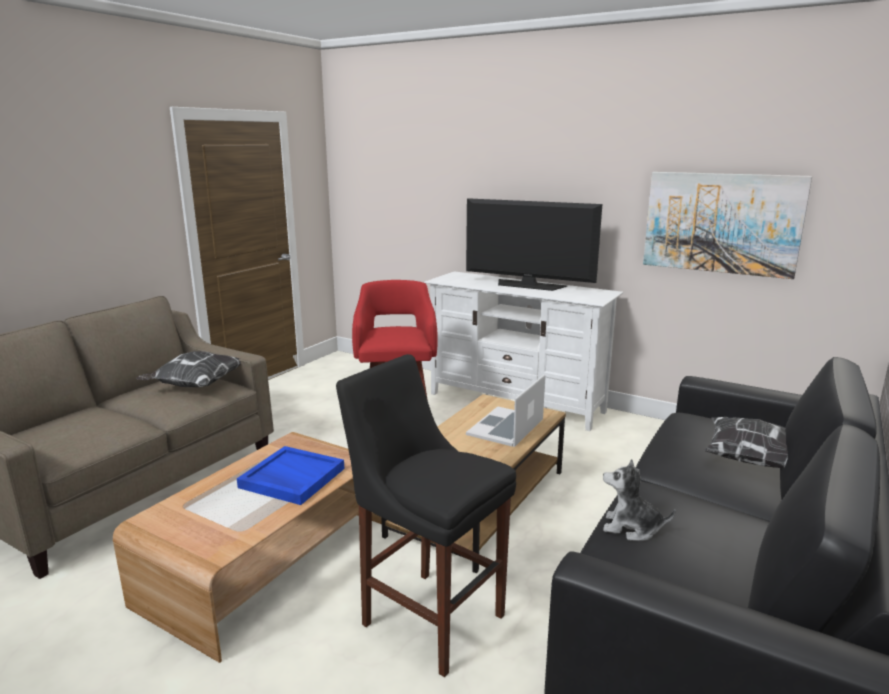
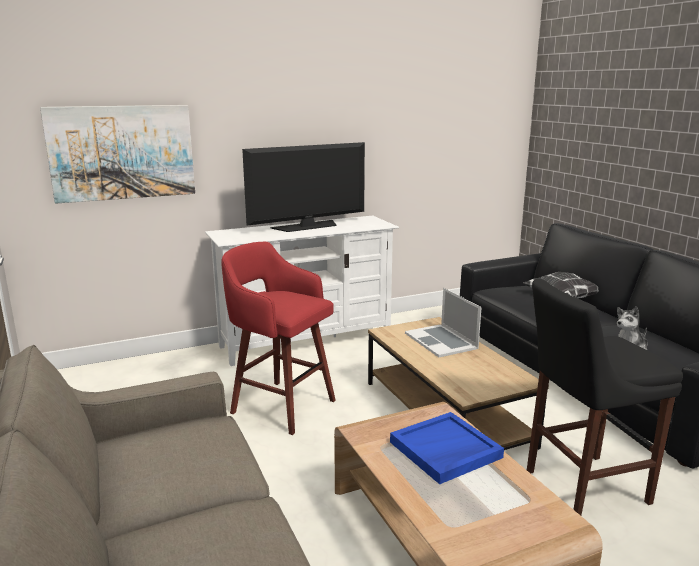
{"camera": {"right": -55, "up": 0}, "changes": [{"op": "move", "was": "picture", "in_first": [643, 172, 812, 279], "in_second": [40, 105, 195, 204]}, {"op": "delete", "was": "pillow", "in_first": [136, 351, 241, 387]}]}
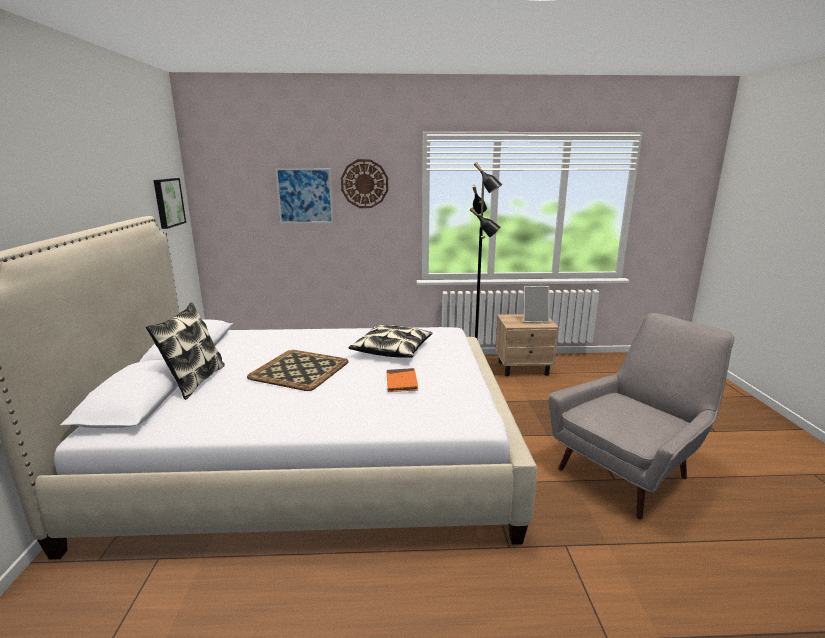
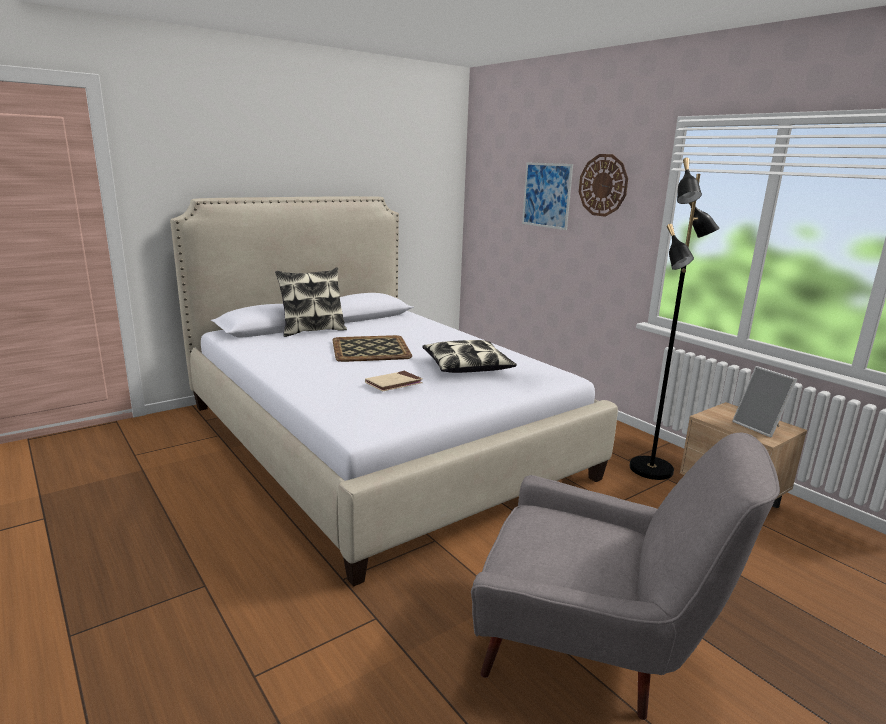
{"camera": {"right": 55, "up": 0}, "changes": [{"op": "delete", "was": "picture", "in_first": [154, 178, 186, 229]}, {"op": "recolor", "was": "orange book", "now": "beige book", "in_first": [387, 368, 418, 392], "in_second": [365, 371, 423, 391]}]}
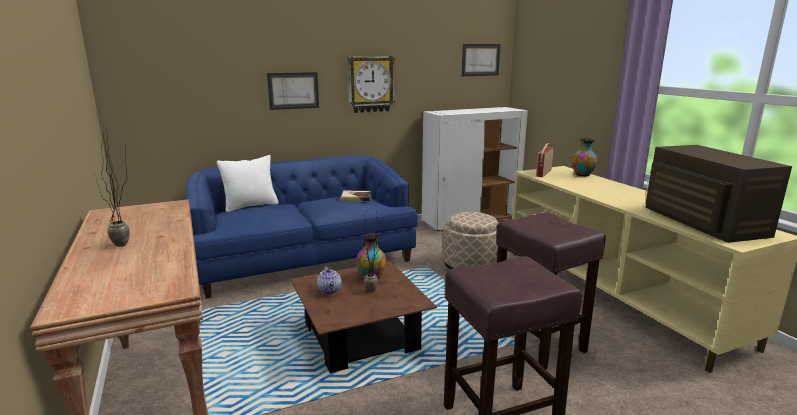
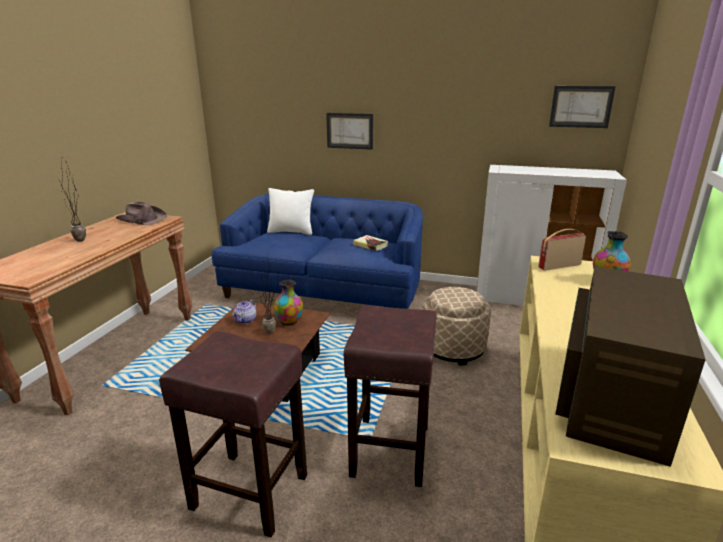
{"camera": {"right": 40, "up": 5}, "changes": [{"op": "delete", "was": "wall clock", "in_first": [347, 56, 395, 113]}, {"op": "insert", "now": "brown hat", "in_second": [116, 201, 167, 225]}]}
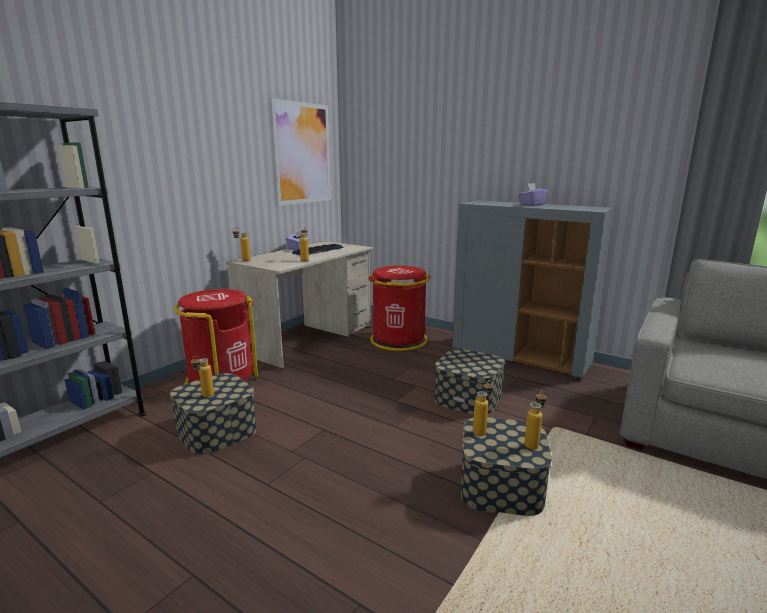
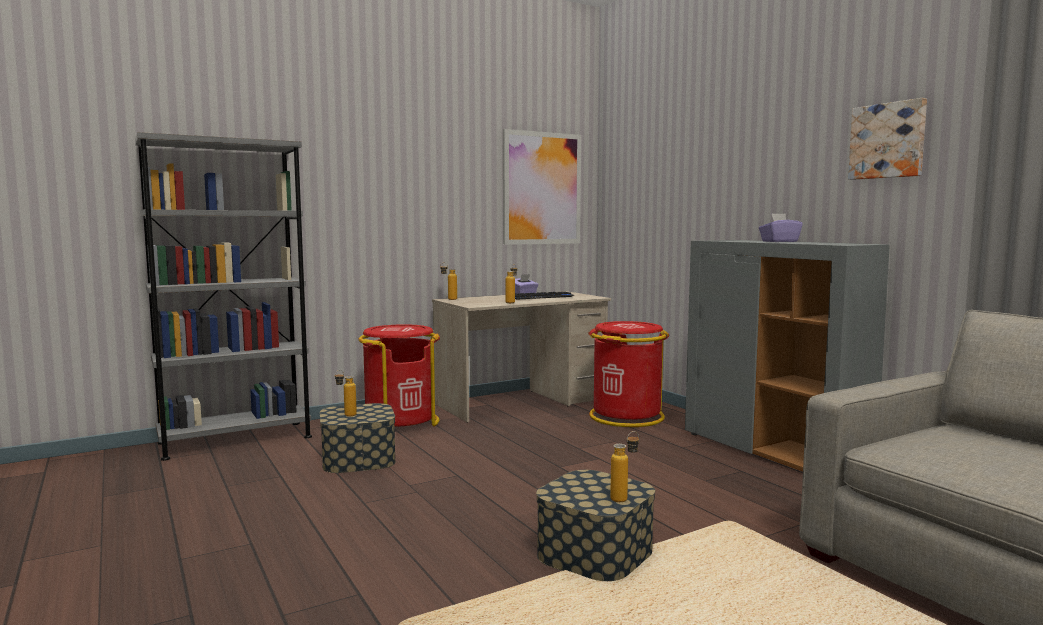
{"camera": {"right": 25, "up": -10}, "changes": [{"op": "delete", "was": "storage box", "in_first": [435, 349, 505, 415]}, {"op": "delete", "was": "bottle", "in_first": [473, 380, 493, 436]}, {"op": "insert", "now": "picture", "in_second": [848, 98, 927, 180]}]}
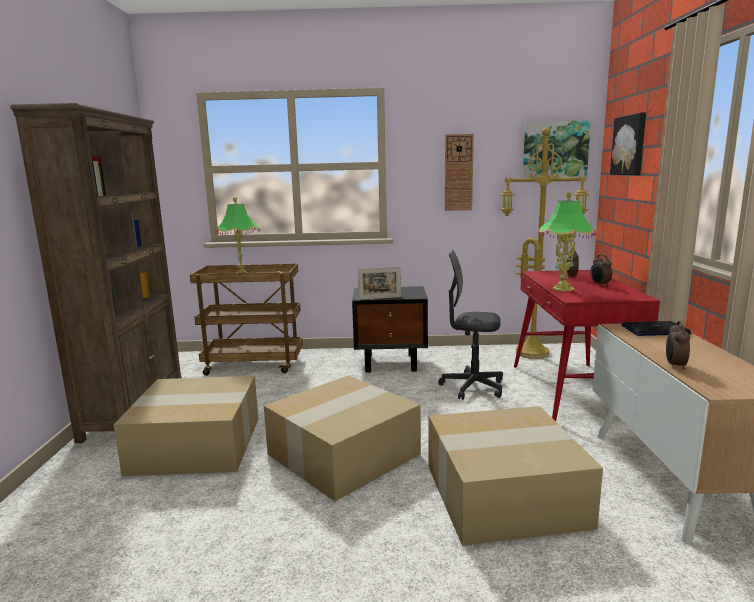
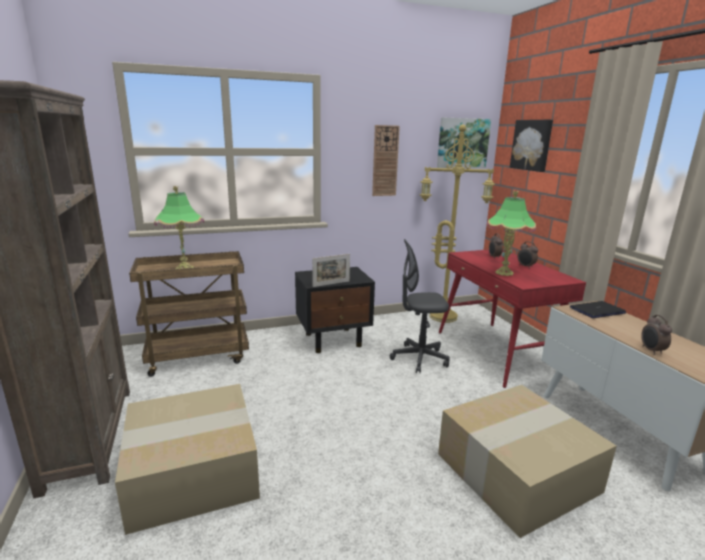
{"camera": {"right": -20, "up": 5}, "changes": [{"op": "delete", "was": "cardboard box", "in_first": [264, 375, 421, 501]}]}
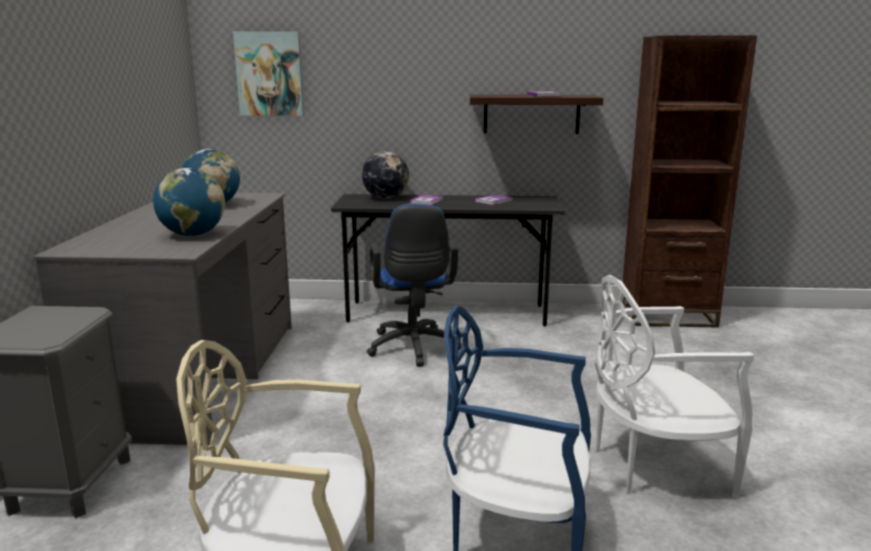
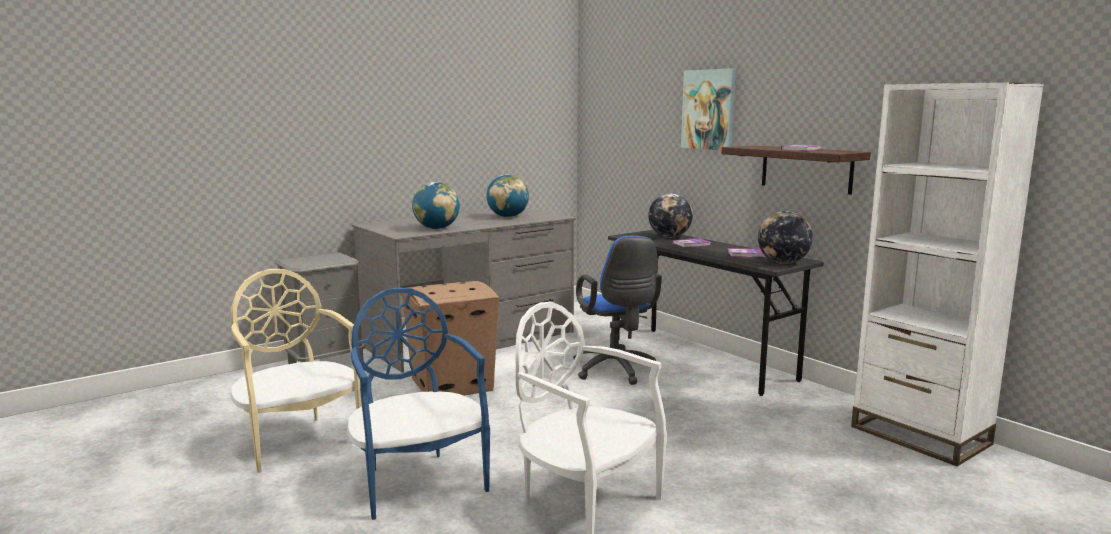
{"camera": {"right": 50, "up": -5}, "changes": [{"op": "move", "was": "picture", "in_first": [233, 32, 304, 116], "in_second": [681, 68, 736, 150]}, {"op": "recolor", "was": "brown bookcase", "now": "white bookcase", "in_first": [623, 36, 757, 328], "in_second": [851, 82, 1044, 466]}, {"op": "rotate", "was": "blue office chair", "in_first": [367, 203, 462, 367], "in_second": [573, 235, 662, 385], "clockwise": -60}, {"op": "insert", "now": "globe", "in_second": [758, 211, 813, 264]}, {"op": "insert", "now": "cardboard box", "in_second": [402, 281, 499, 396]}]}
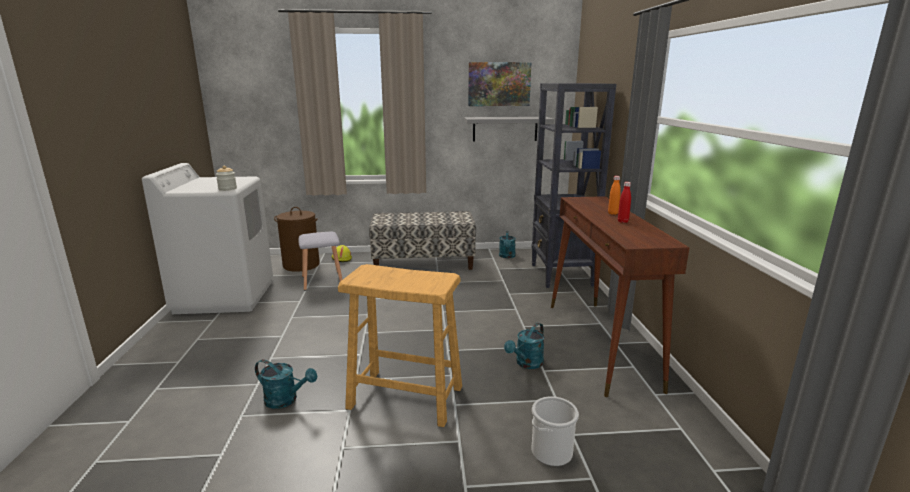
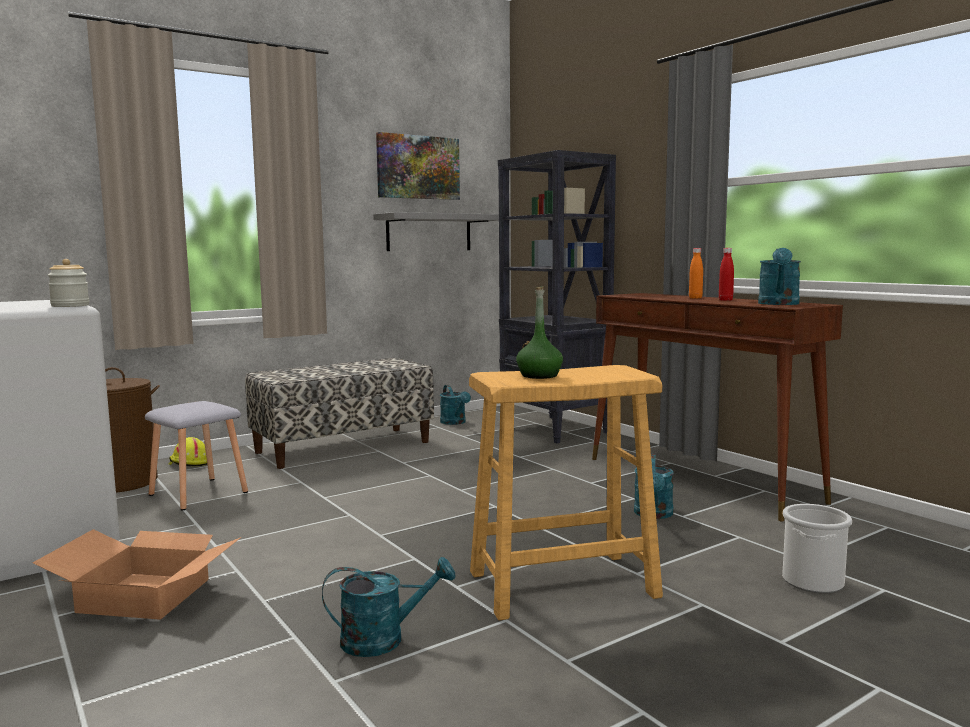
{"camera": {"right": -30, "up": -10}, "changes": [{"op": "insert", "now": "turquoise watering can", "in_second": [758, 248, 801, 305]}, {"op": "insert", "now": "green bottle", "in_second": [516, 287, 563, 379]}, {"op": "insert", "now": "cardboard box", "in_second": [32, 529, 241, 620]}]}
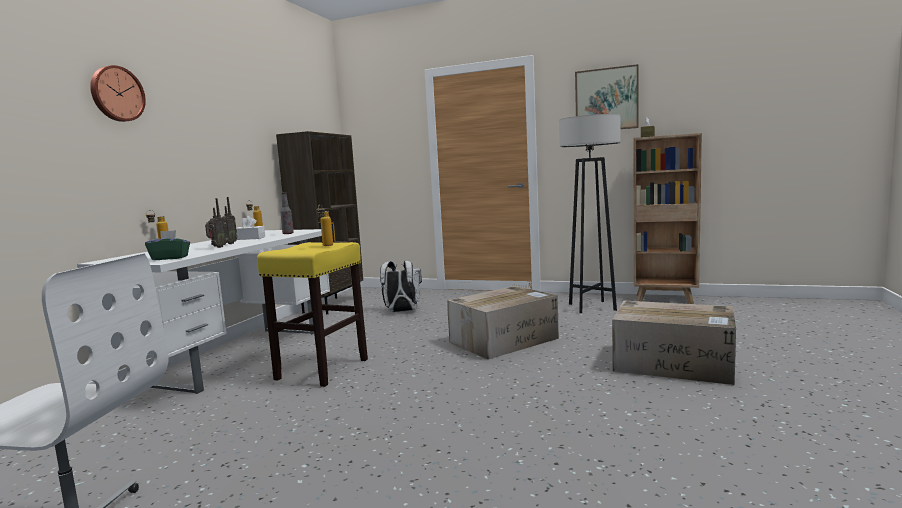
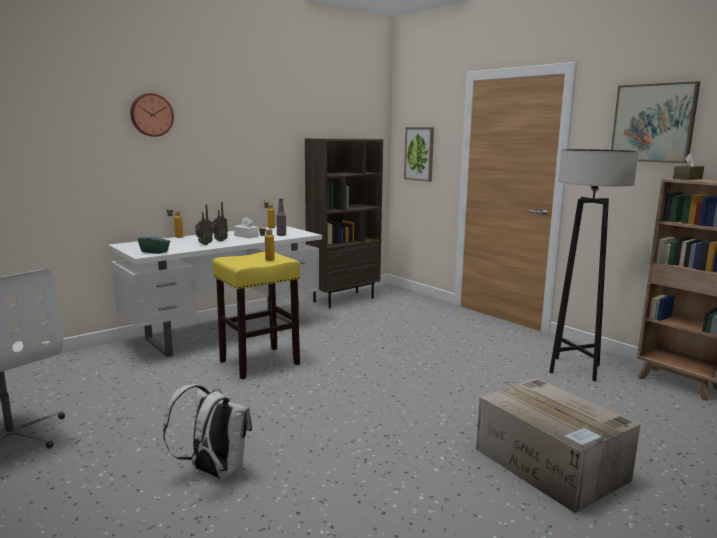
{"camera": {"right": 30, "up": 5}, "changes": [{"op": "move", "was": "white backpack", "in_first": [380, 261, 422, 312], "in_second": [163, 384, 252, 479]}, {"op": "delete", "was": "cardboard box", "in_first": [447, 286, 559, 360]}, {"op": "insert", "now": "picture", "in_second": [404, 127, 434, 182]}]}
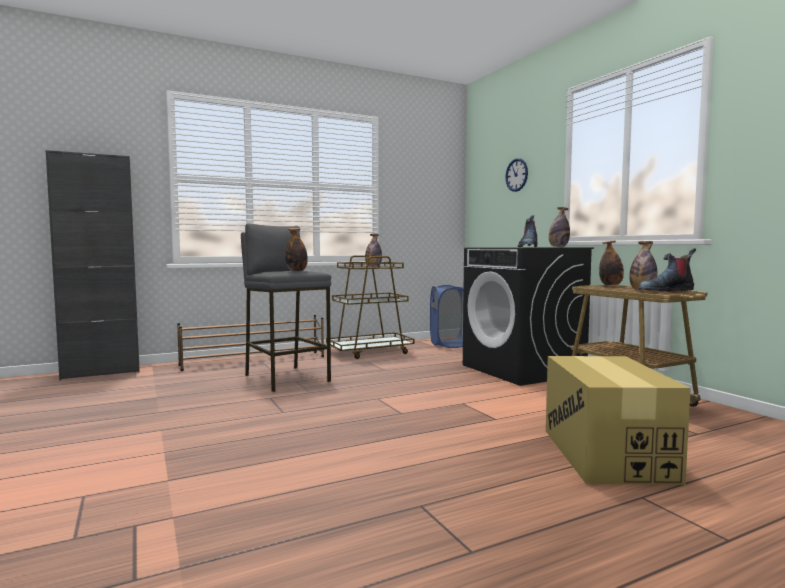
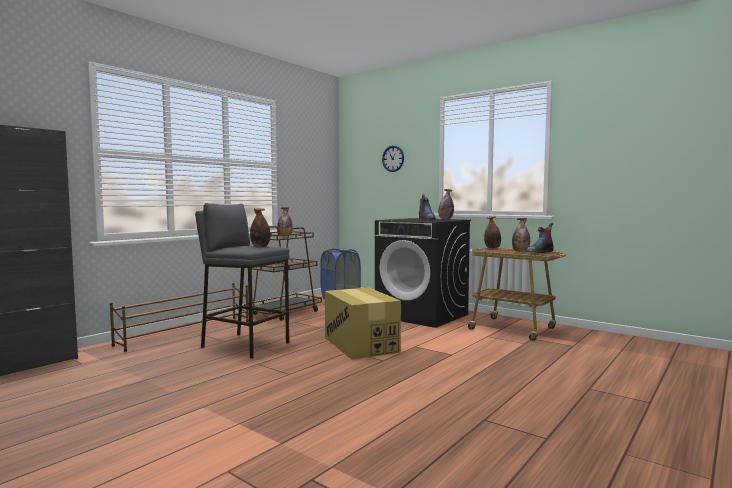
{"camera": {"right": -25, "up": 0}, "changes": [{"op": "move", "was": "cardboard box", "in_first": [546, 356, 691, 485], "in_second": [325, 288, 401, 360]}]}
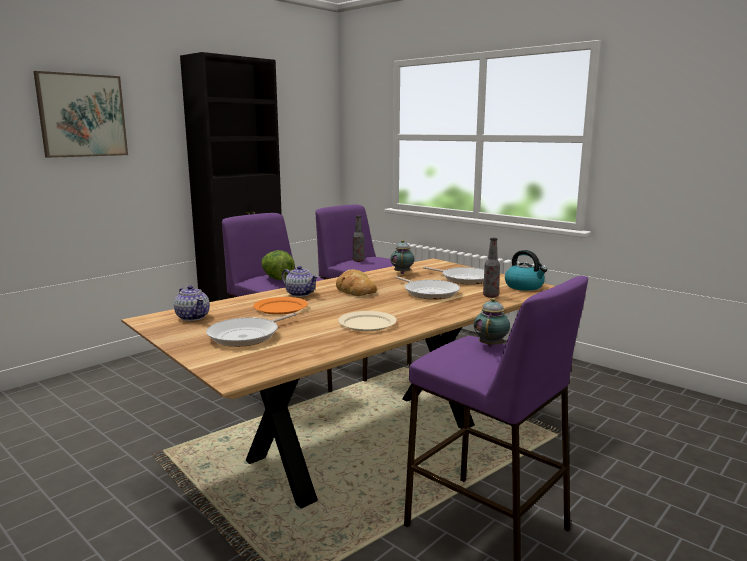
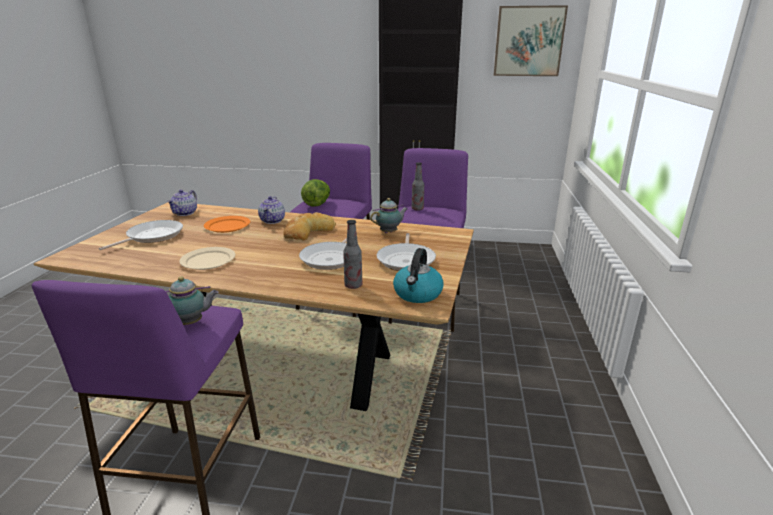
{"camera": {"right": 55, "up": 10}, "changes": [{"op": "move", "was": "picture", "in_first": [33, 71, 128, 158], "in_second": [494, 5, 568, 76]}, {"op": "rotate", "was": "frying pan", "in_first": [206, 312, 298, 347], "in_second": [99, 220, 183, 250], "clockwise": 120}]}
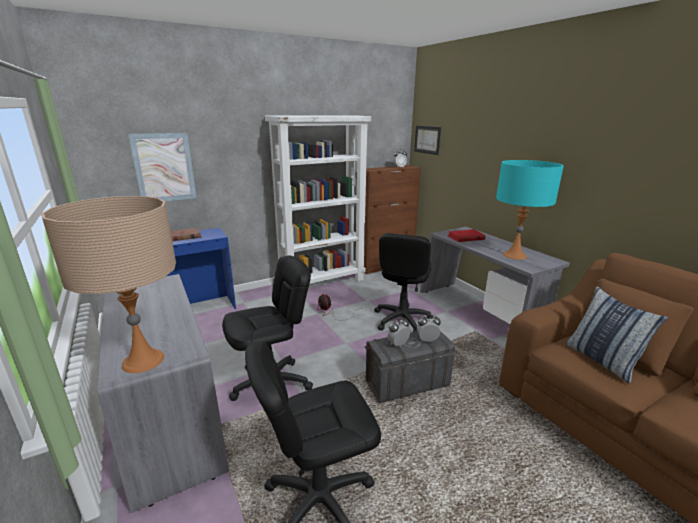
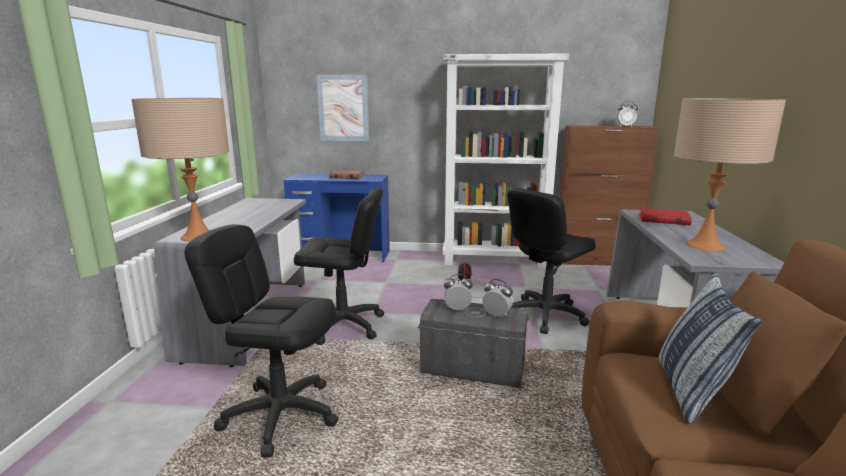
{"camera": {"right": 35, "up": -5}, "changes": [{"op": "delete", "was": "picture", "in_first": [414, 126, 441, 155]}, {"op": "recolor", "was": "turquoise table lamp", "now": "beige table lamp", "in_first": [496, 160, 564, 260], "in_second": [674, 98, 786, 251]}]}
